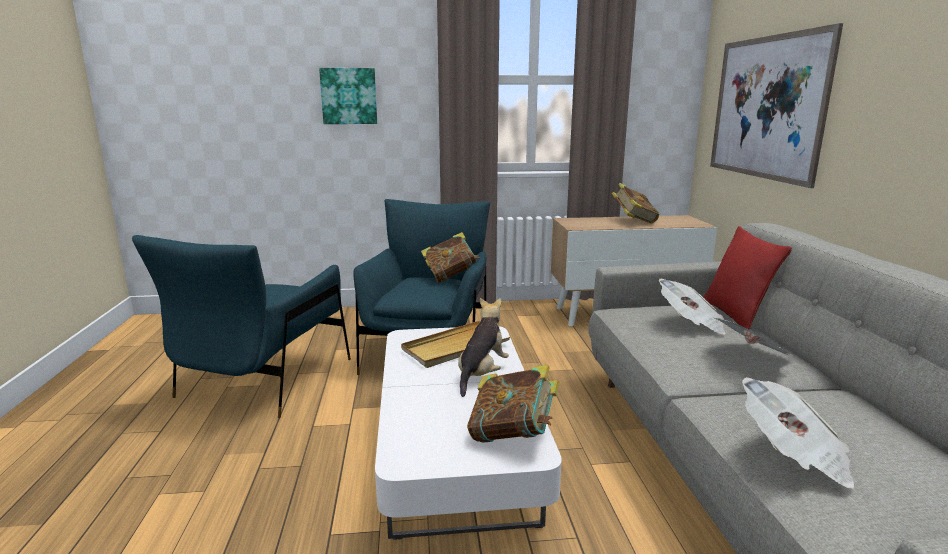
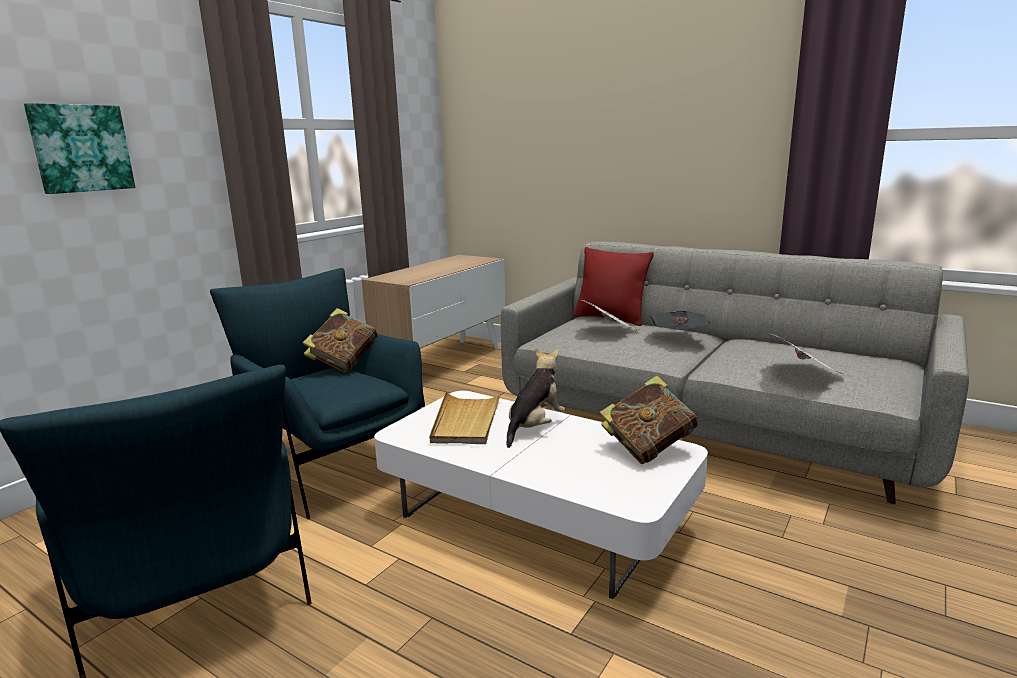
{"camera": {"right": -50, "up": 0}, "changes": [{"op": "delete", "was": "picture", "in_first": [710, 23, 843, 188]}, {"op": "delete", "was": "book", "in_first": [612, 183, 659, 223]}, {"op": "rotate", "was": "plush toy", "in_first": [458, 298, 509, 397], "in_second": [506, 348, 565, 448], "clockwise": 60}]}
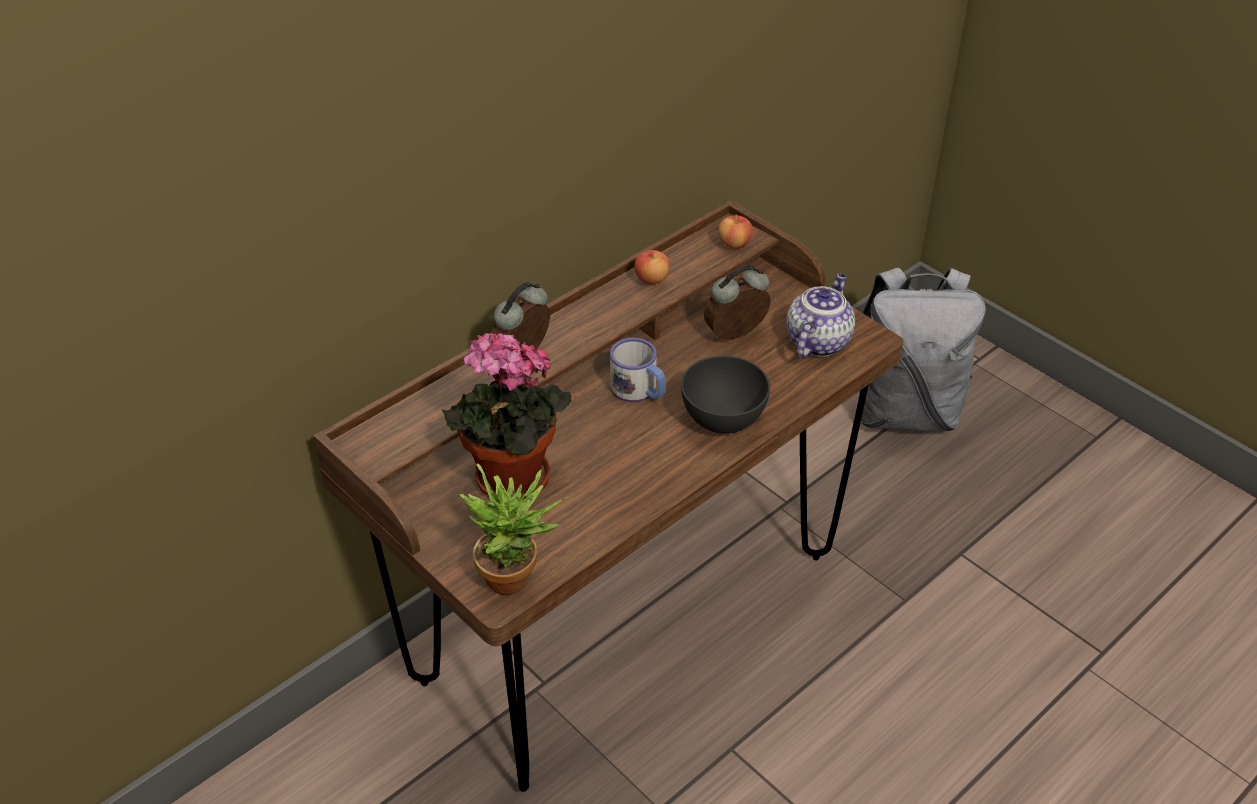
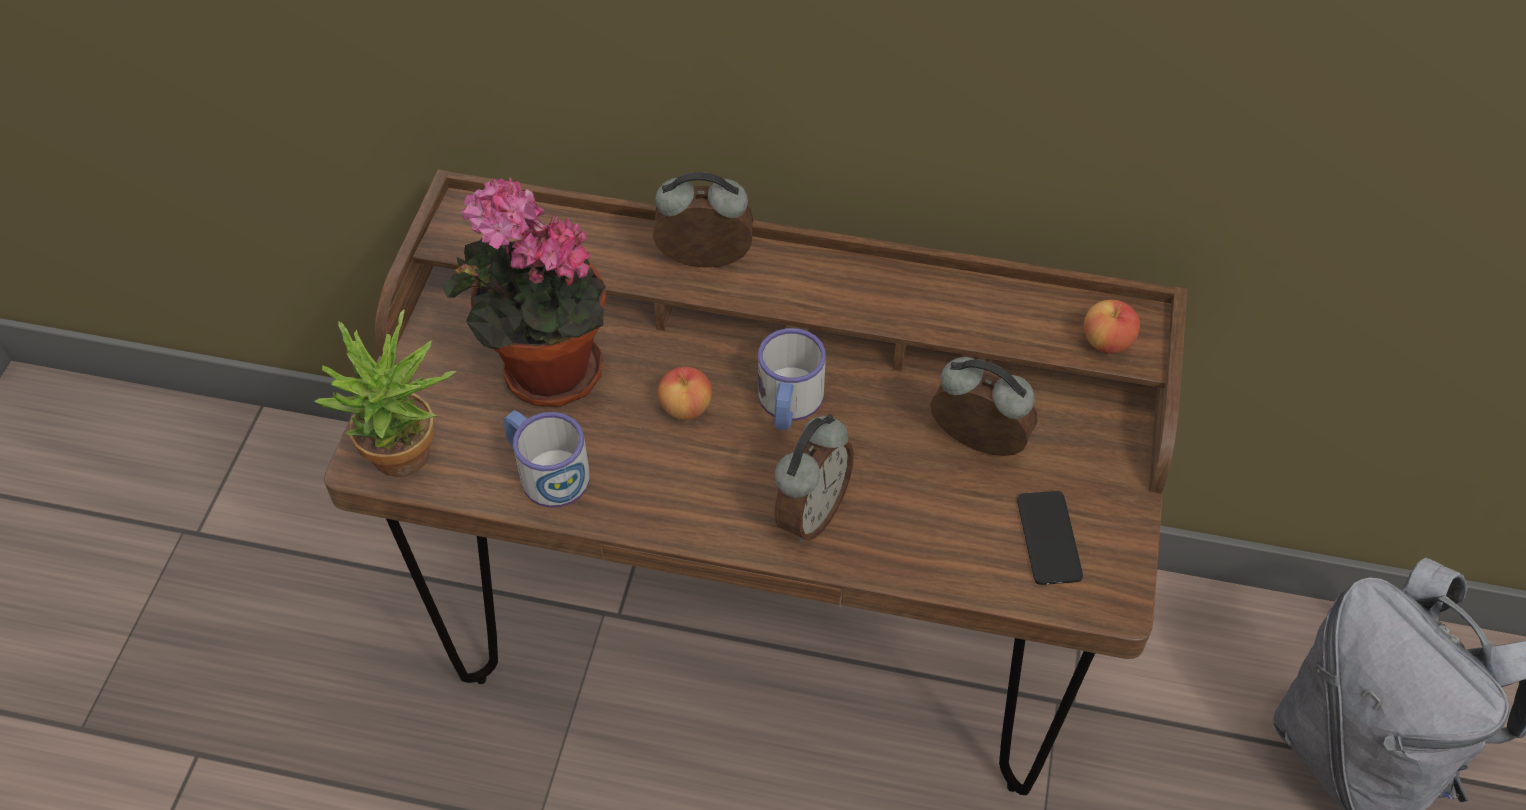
{"camera": {"right": 55, "up": 10}, "changes": [{"op": "move", "was": "apple", "in_first": [635, 250, 670, 284], "in_second": [658, 367, 712, 420]}, {"op": "replace", "was": "teapot", "now": "phone", "in_first": [786, 273, 855, 358], "in_second": [1017, 491, 1083, 585]}, {"op": "replace", "was": "grey bowl", "now": "alarm clock", "in_first": [681, 356, 770, 434], "in_second": [775, 414, 854, 542]}, {"op": "insert", "now": "mug", "in_second": [504, 410, 590, 508]}]}
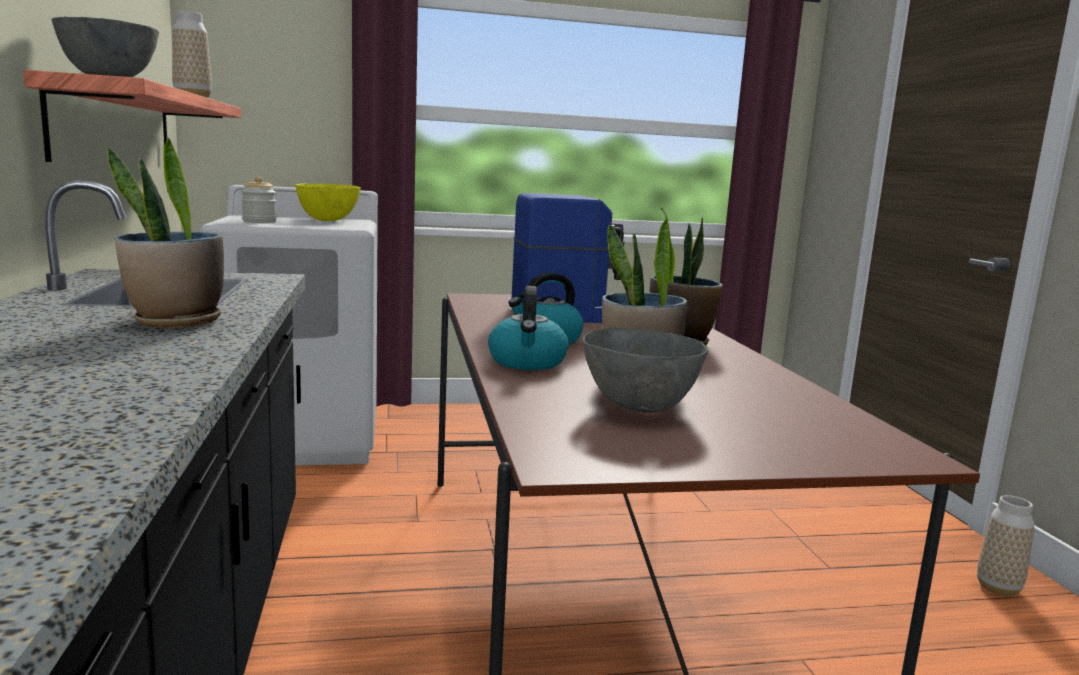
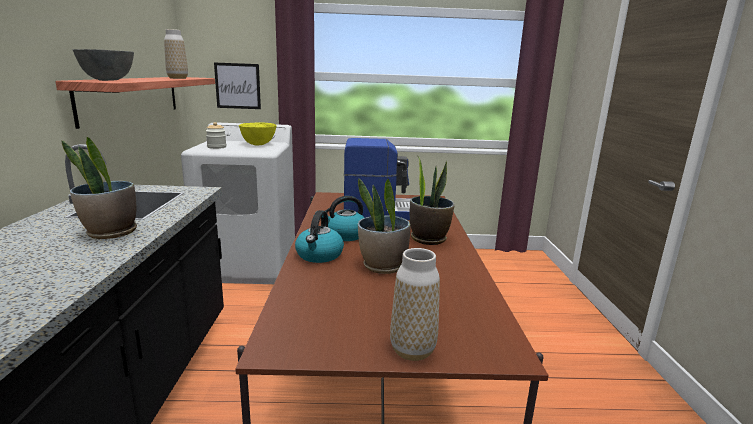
{"camera": {"right": 10, "up": 5}, "changes": [{"op": "delete", "was": "grey bowl", "in_first": [583, 328, 709, 413]}, {"op": "move", "was": "vase", "in_first": [977, 495, 1034, 596], "in_second": [390, 248, 440, 361]}, {"op": "insert", "now": "picture", "in_second": [214, 62, 261, 109]}]}
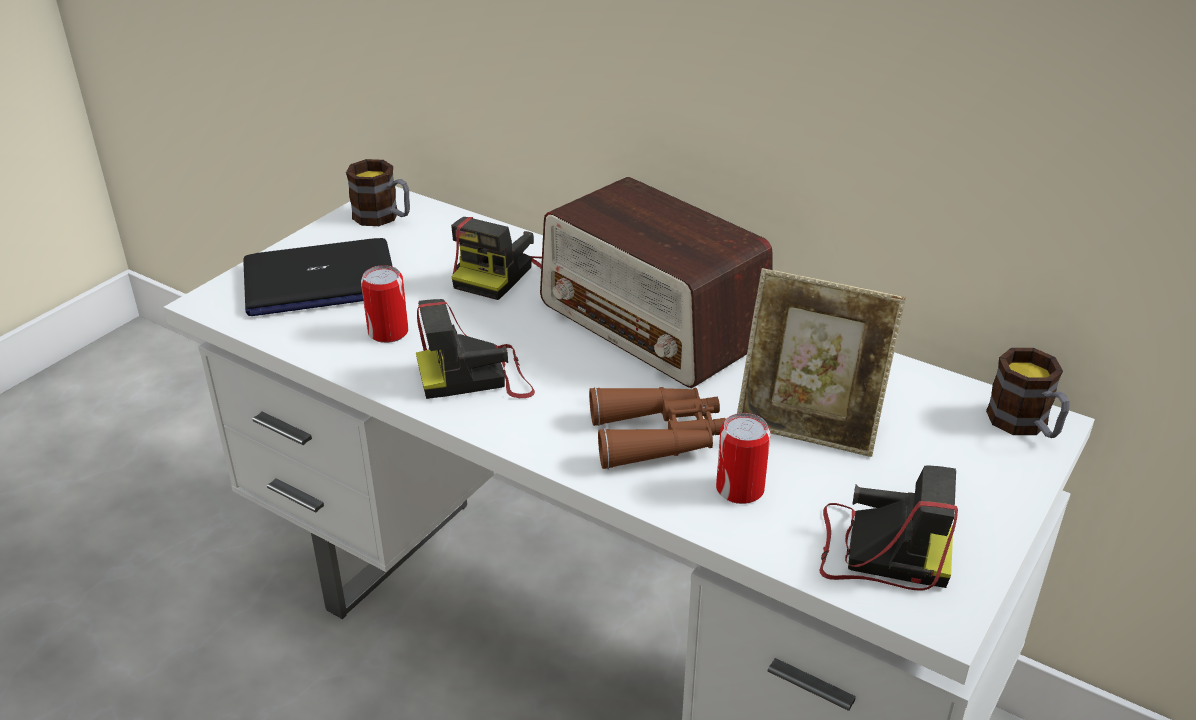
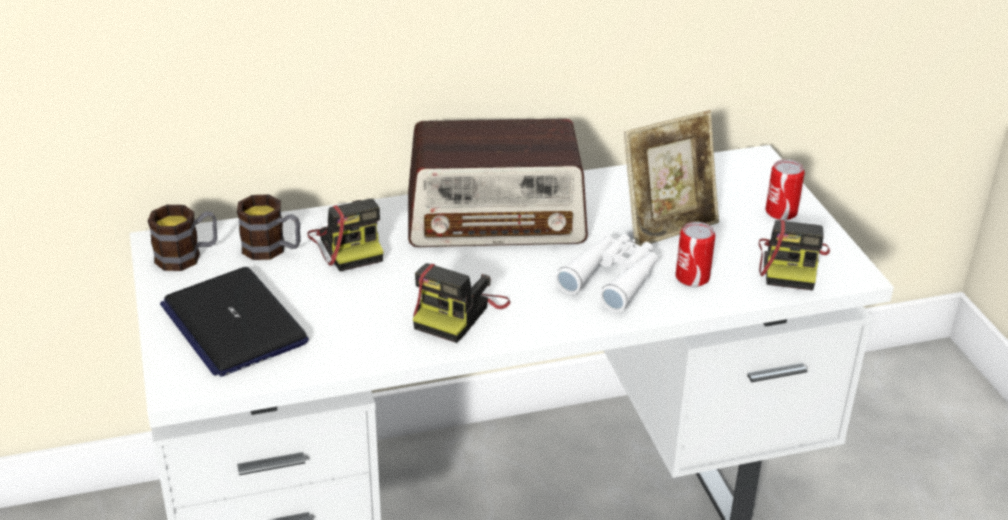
{"camera": {"right": -50, "up": 0}, "changes": [{"op": "rotate", "was": "laptop", "in_first": [243, 238, 393, 316], "in_second": [160, 267, 309, 377], "clockwise": 120}, {"op": "move", "was": "can", "in_first": [361, 265, 409, 343], "in_second": [765, 159, 805, 220]}, {"op": "move", "was": "mug", "in_first": [986, 348, 1070, 438], "in_second": [237, 194, 300, 260]}, {"op": "recolor", "was": "brown binoculars", "now": "white binoculars", "in_first": [589, 387, 726, 469], "in_second": [555, 234, 658, 312]}, {"op": "rotate", "was": "photo camera", "in_first": [820, 465, 958, 591], "in_second": [759, 220, 830, 290], "clockwise": 135}]}
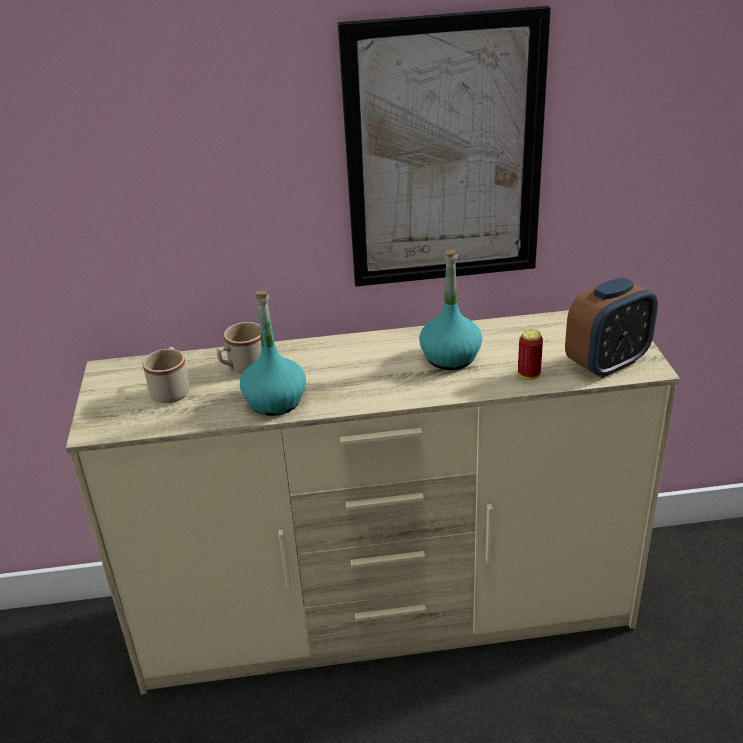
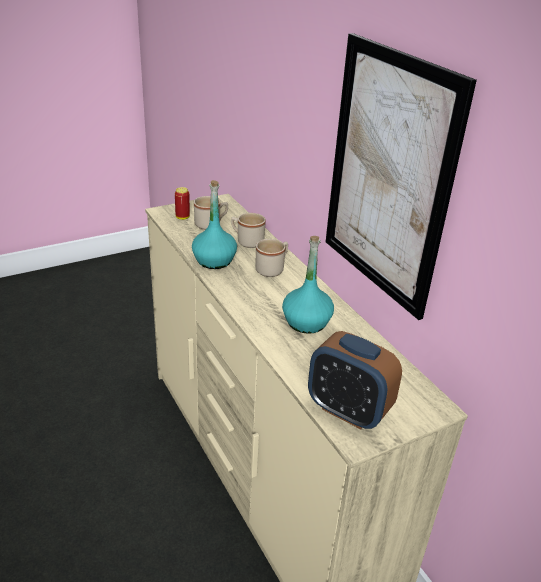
{"camera": {"right": 65, "up": 0}, "changes": [{"op": "move", "was": "can", "in_first": [518, 329, 543, 380], "in_second": [175, 187, 190, 220]}, {"op": "insert", "now": "beige mug", "in_second": [255, 239, 288, 277]}]}
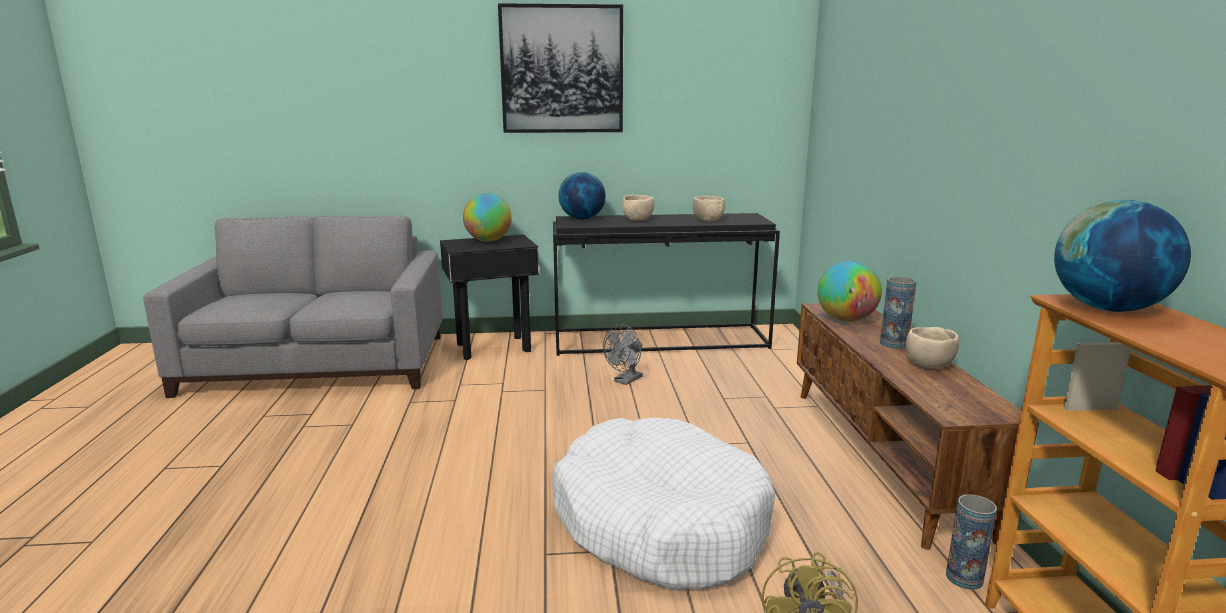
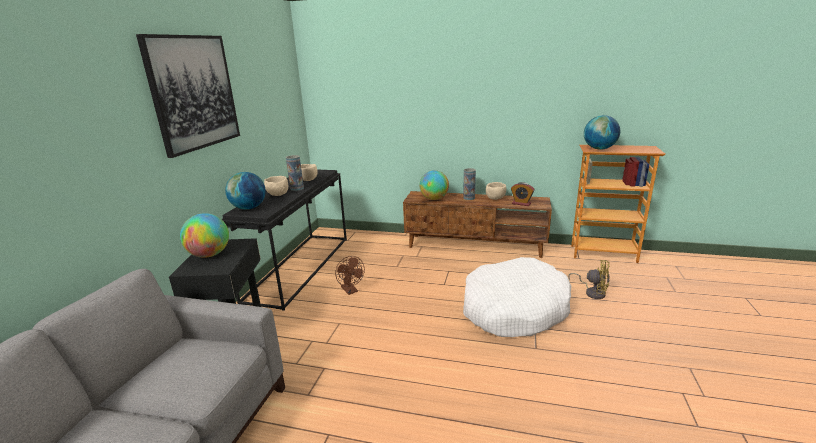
{"camera": {"right": -70, "up": 5}, "changes": [{"op": "recolor", "was": "grey fan", "now": "brown fan", "in_first": [603, 324, 643, 385], "in_second": [335, 256, 365, 295]}, {"op": "move", "was": "vase", "in_first": [946, 494, 997, 590], "in_second": [286, 155, 304, 191]}, {"op": "insert", "now": "alarm clock", "in_second": [511, 182, 535, 206]}]}
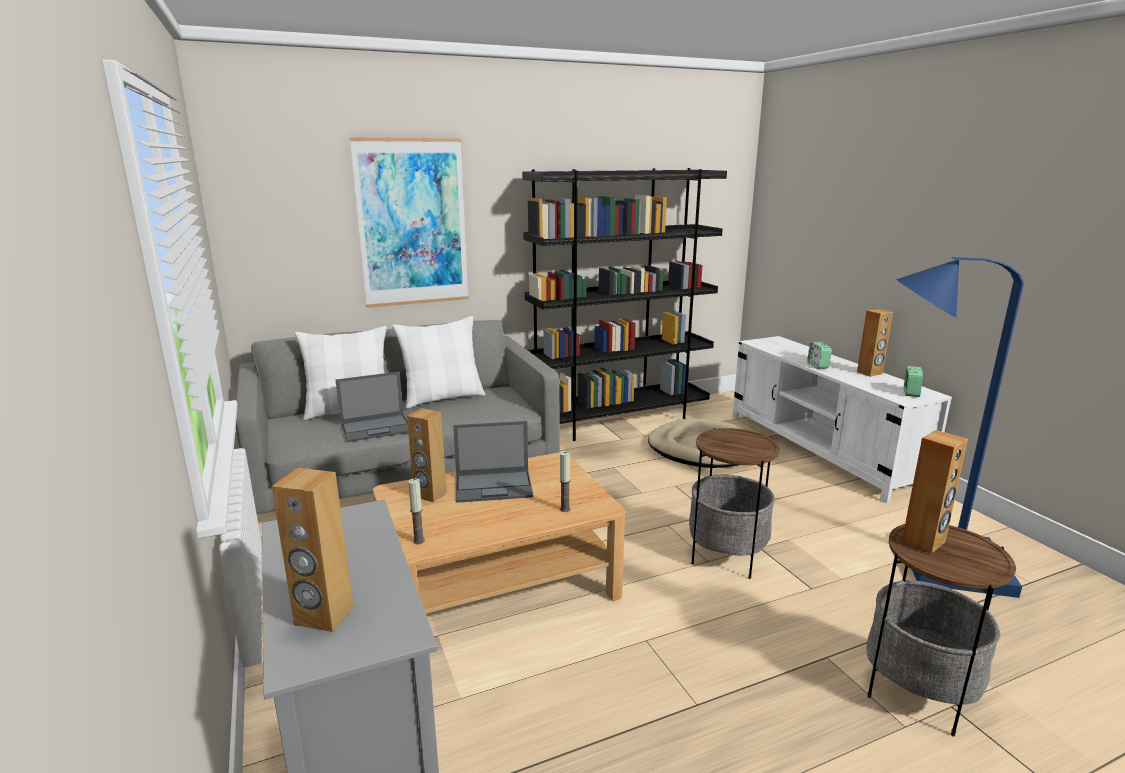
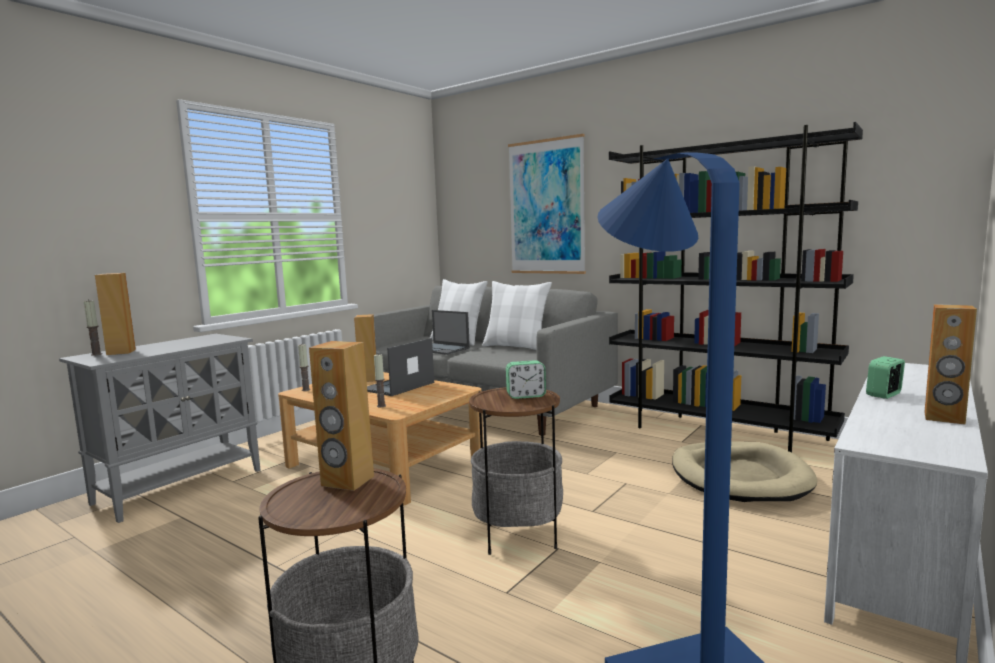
{"camera": {"right": 60, "up": -10}, "changes": [{"op": "move", "was": "alarm clock", "in_first": [904, 366, 923, 397], "in_second": [506, 360, 546, 399]}, {"op": "rotate", "was": "laptop", "in_first": [453, 421, 533, 503], "in_second": [367, 338, 434, 396], "clockwise": 75}, {"op": "insert", "now": "candle", "in_second": [84, 299, 102, 356]}]}
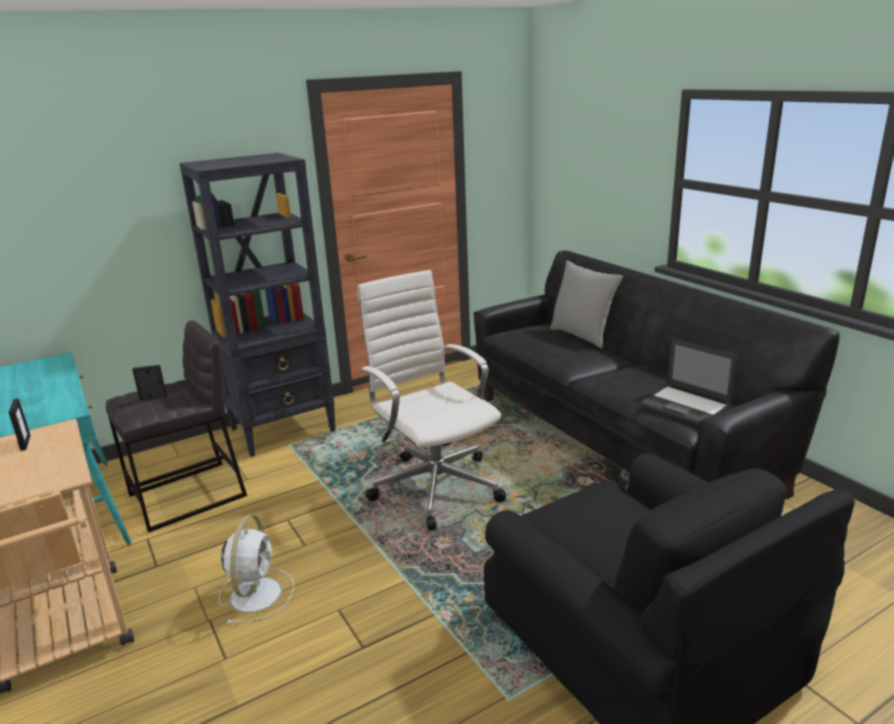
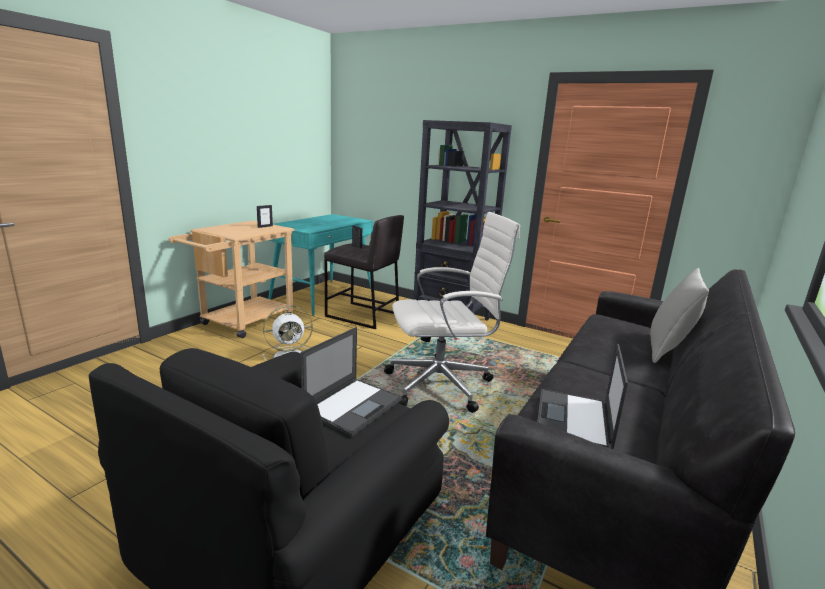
{"camera": {"right": 60, "up": -5}, "changes": [{"op": "rotate", "was": "white office chair", "in_first": [357, 270, 506, 531], "in_second": [384, 212, 520, 413], "clockwise": 45}, {"op": "insert", "now": "laptop", "in_second": [300, 327, 402, 436]}]}
